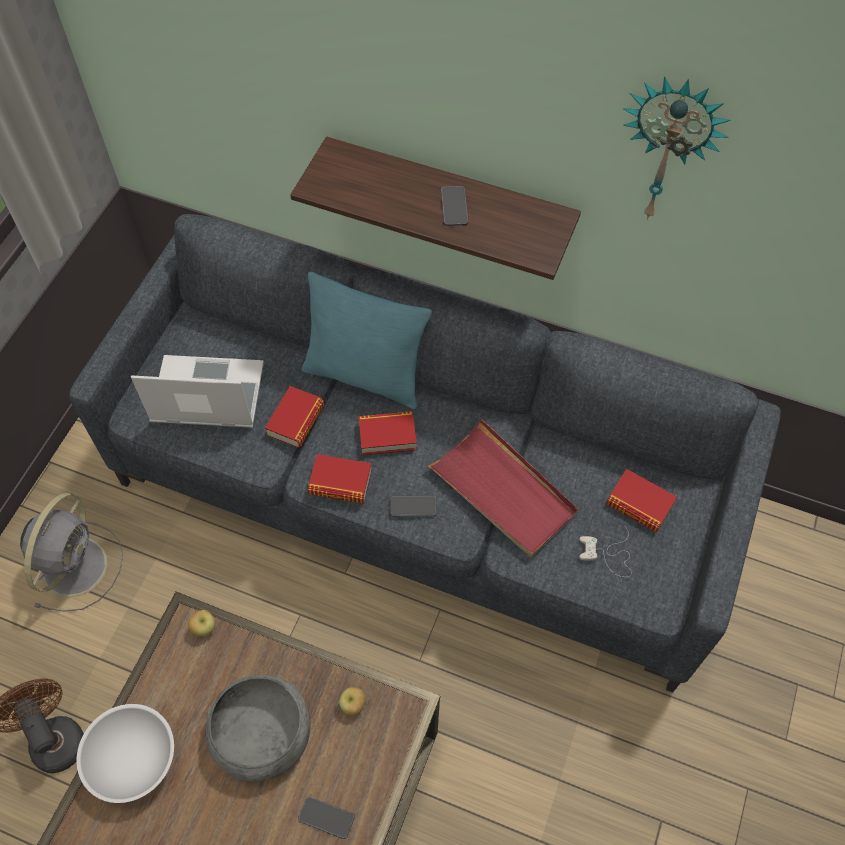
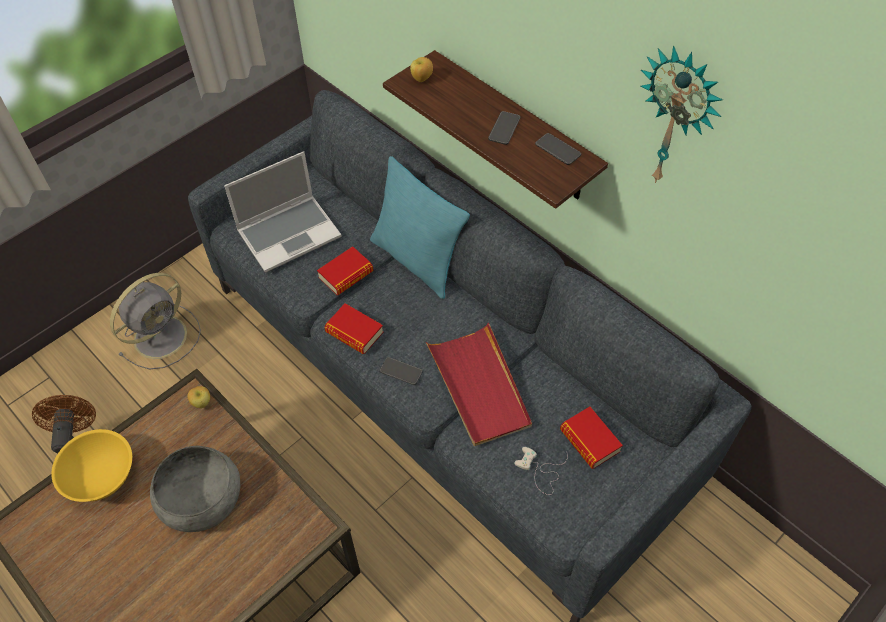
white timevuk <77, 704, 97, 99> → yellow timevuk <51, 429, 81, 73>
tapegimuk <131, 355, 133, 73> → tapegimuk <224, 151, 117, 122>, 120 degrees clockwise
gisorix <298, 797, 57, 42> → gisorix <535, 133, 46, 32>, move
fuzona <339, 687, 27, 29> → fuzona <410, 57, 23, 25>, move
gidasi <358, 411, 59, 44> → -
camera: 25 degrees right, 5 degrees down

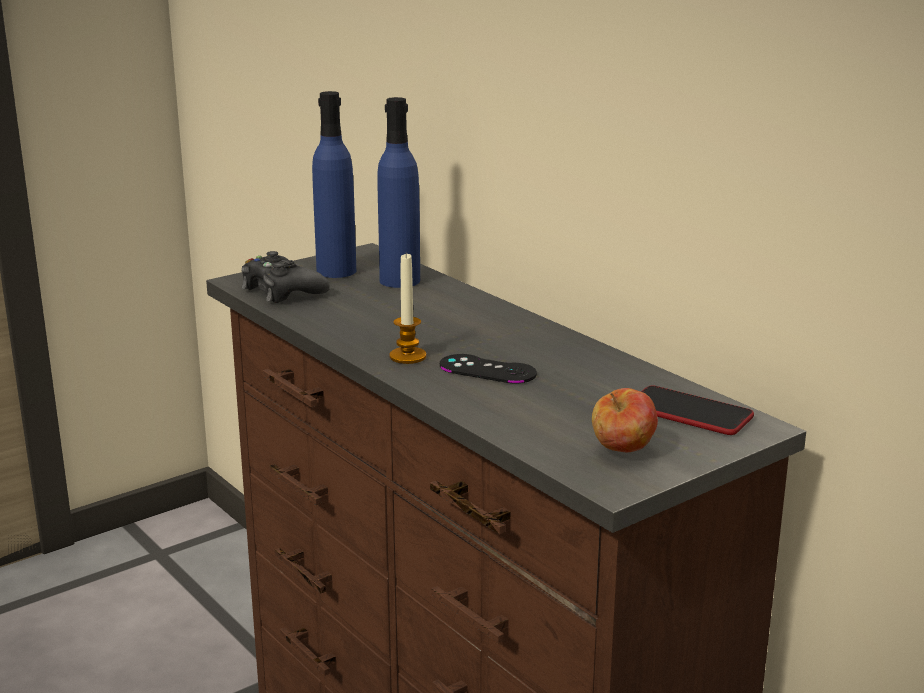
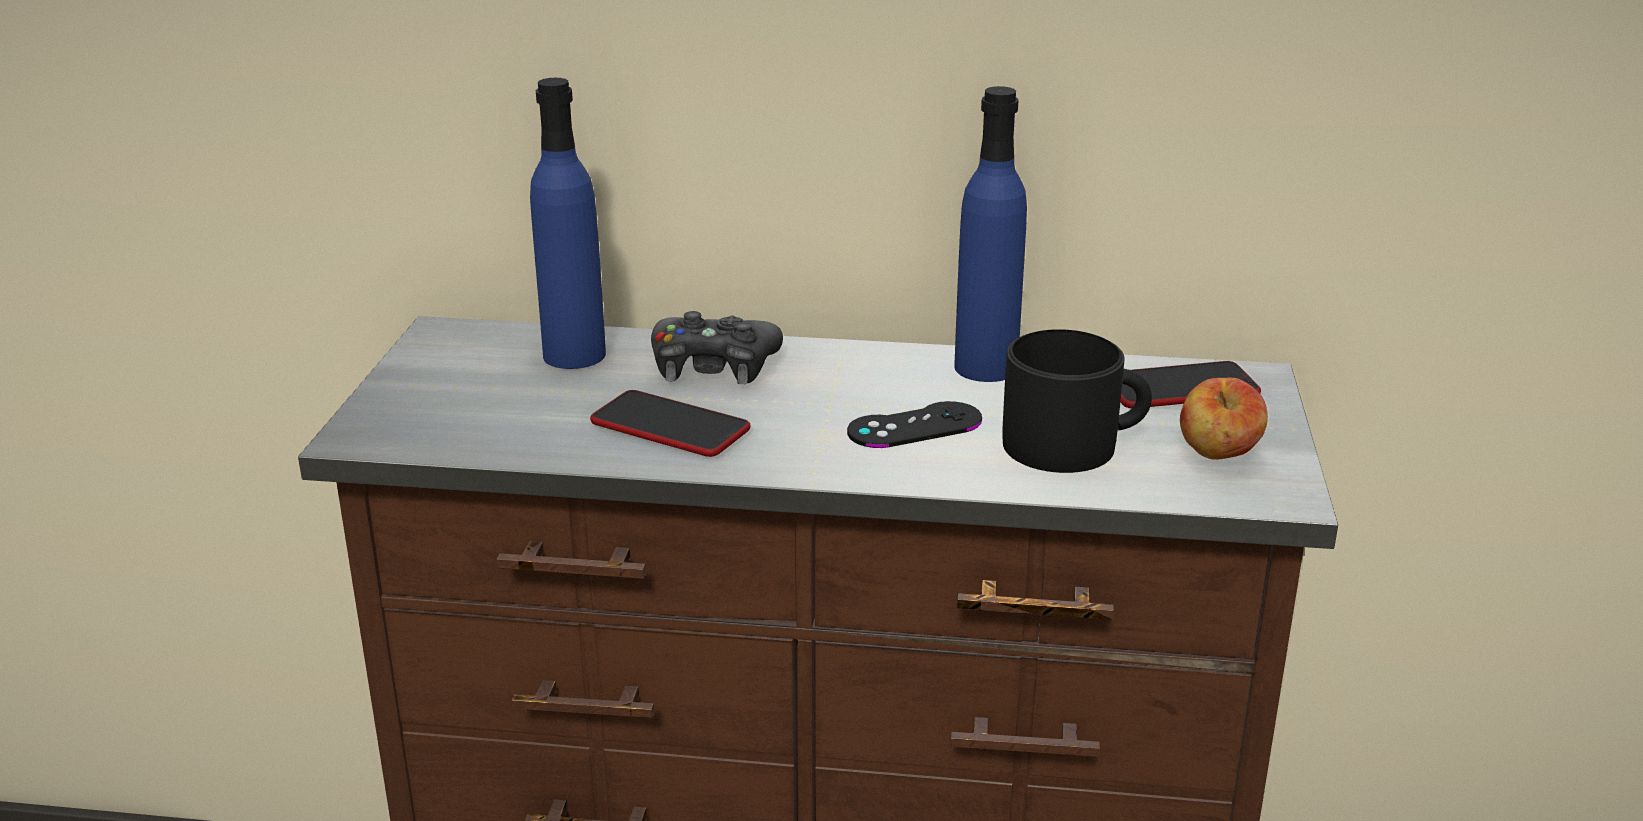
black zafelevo <242, 251, 88, 52> → black zafelevo <651, 311, 132, 73>, move
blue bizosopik <312, 91, 44, 187> → blue bizosopik <954, 86, 73, 296>, move
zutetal <389, 253, 37, 111> → -
- → gisorix <590, 390, 161, 67>
- → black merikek <1002, 329, 150, 144>
camera: 45 degrees left, 5 degrees up

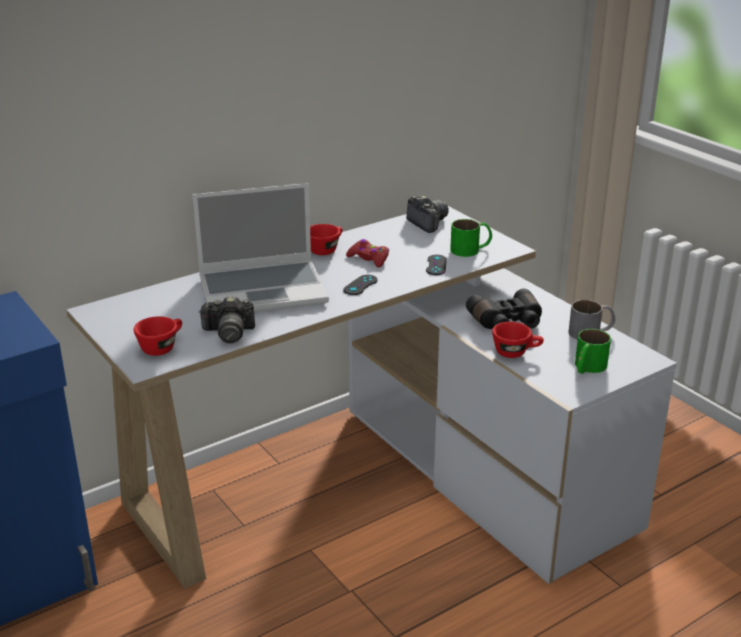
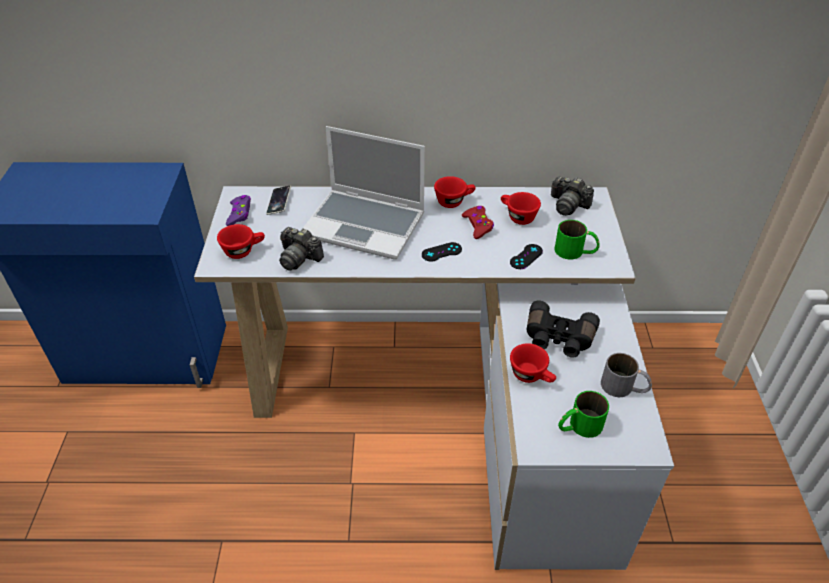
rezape <406, 196, 43, 37> → rezape <551, 176, 43, 40>, 120 degrees clockwise
- → purple zafelevo <226, 195, 25, 31>
- → gisorix <266, 186, 25, 29>
- → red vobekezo <501, 192, 40, 33>
camera: 35 degrees right, 15 degrees up

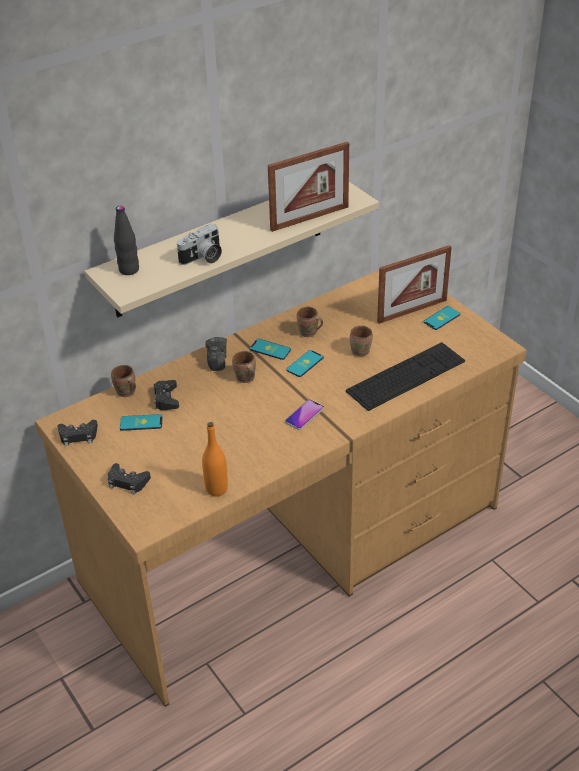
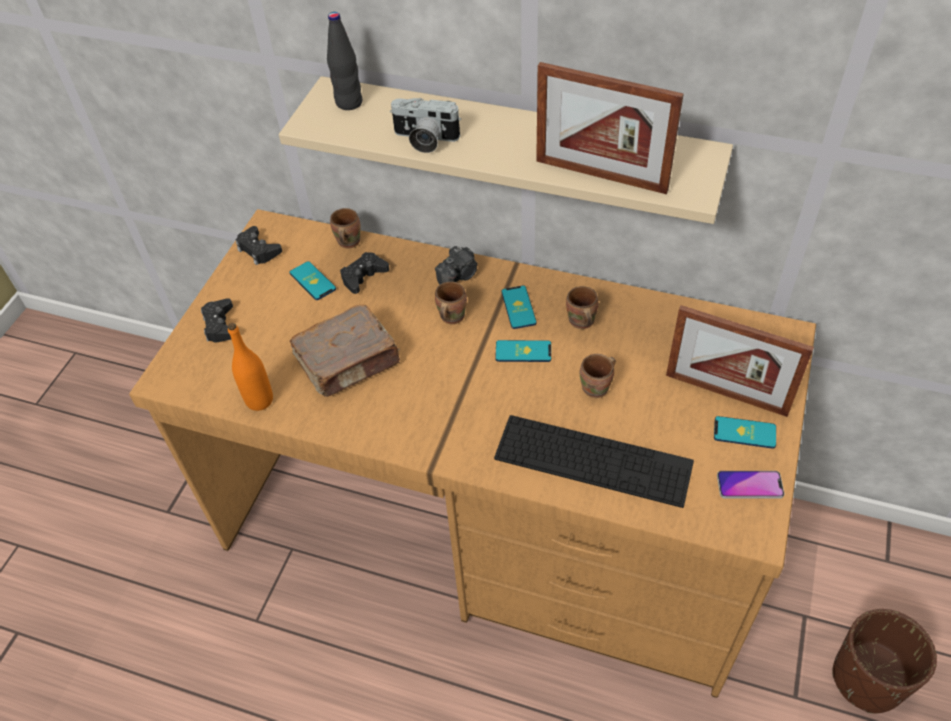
gisorix <285, 399, 39, 31> → gisorix <717, 471, 67, 28>, move
- → brown gidasi <290, 305, 110, 92>
- → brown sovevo <832, 609, 105, 105>
camera: 55 degrees right, 10 degrees up

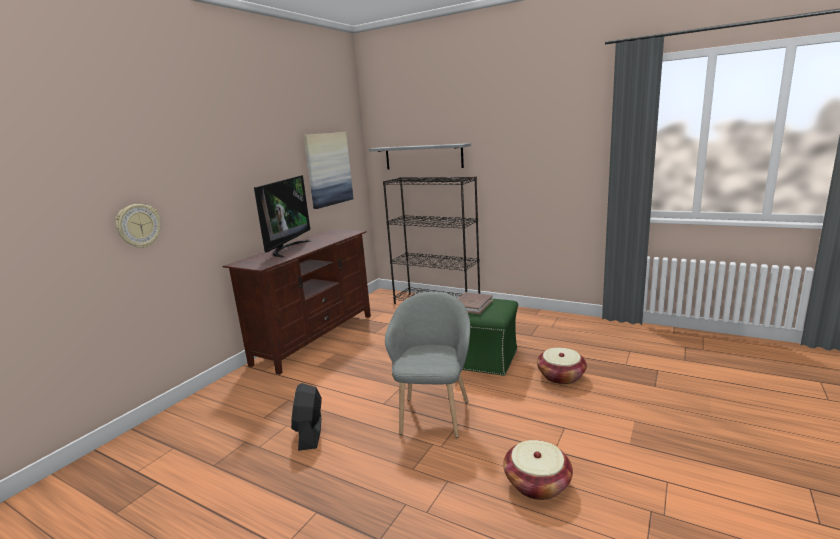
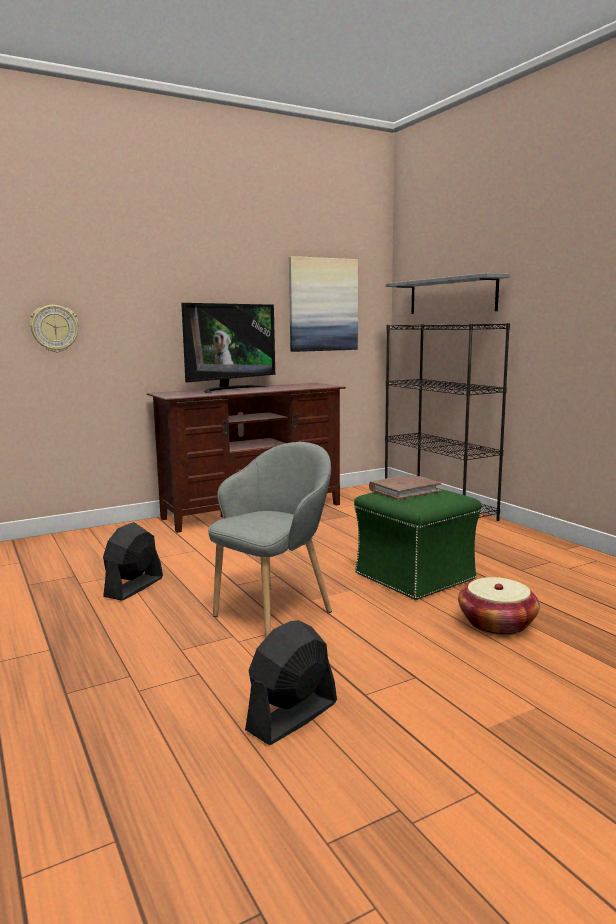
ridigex <503, 440, 70, 60> → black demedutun <245, 620, 92, 125>
camera: 30 degrees right, 5 degrees down

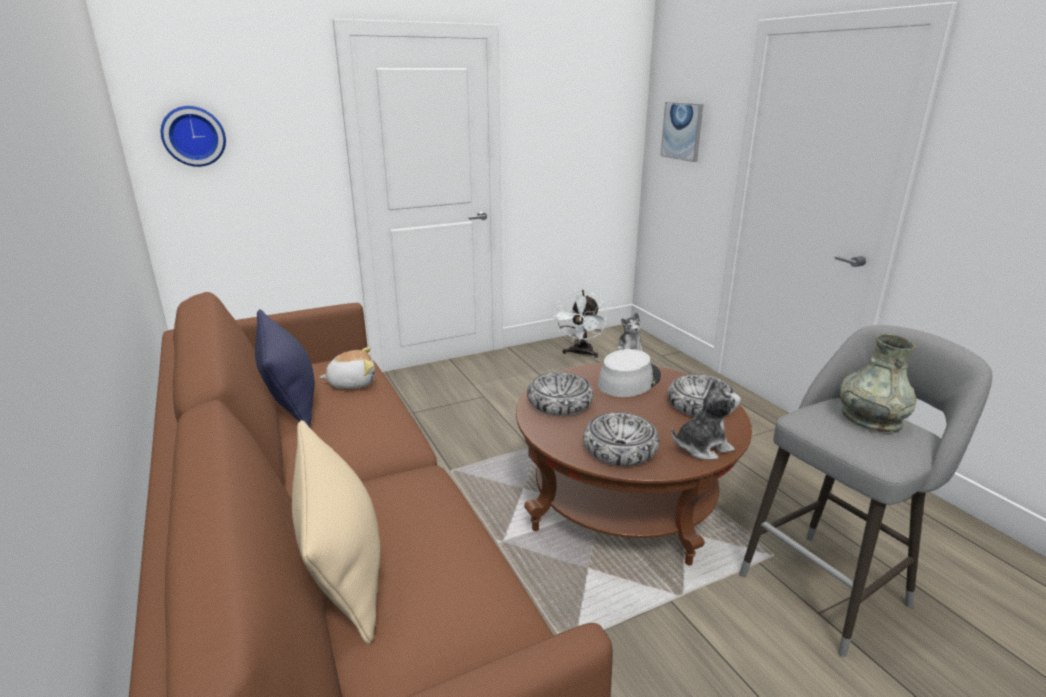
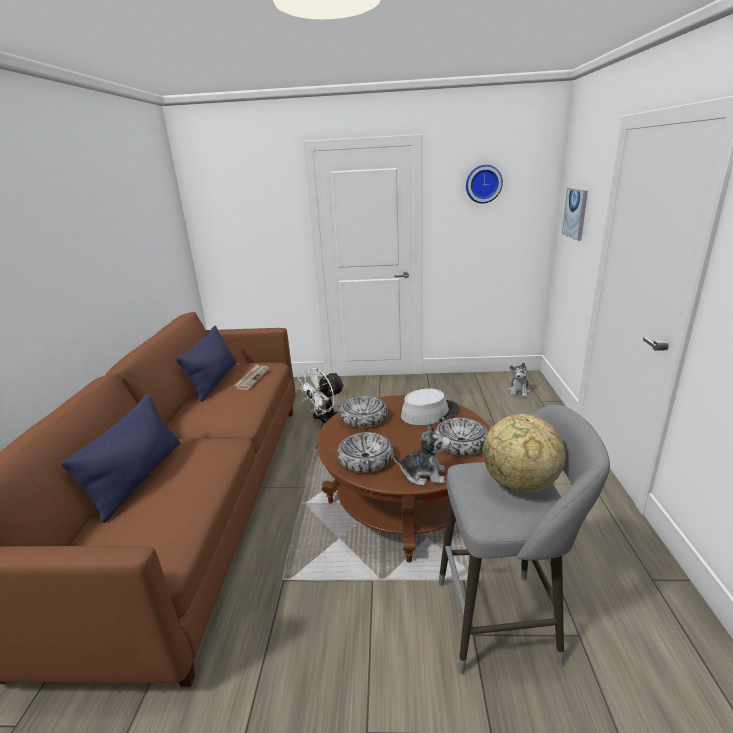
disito <161, 106, 65, 61> → disito <466, 165, 37, 39>, move
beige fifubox <292, 420, 88, 224> → blue fifubox <60, 393, 120, 130>
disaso <319, 347, 56, 42> → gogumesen <234, 364, 35, 26>
white demedutun <553, 290, 54, 68> → white demedutun <297, 368, 48, 57>, move
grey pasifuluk <839, 334, 78, 98> → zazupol <483, 414, 83, 79>
camera: 30 degrees right, 0 degrees up

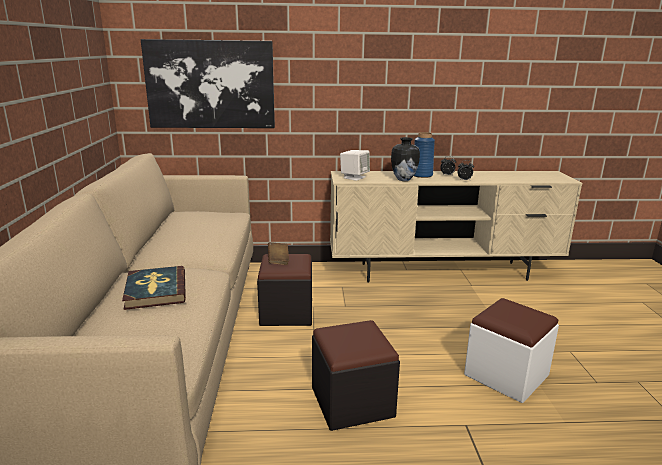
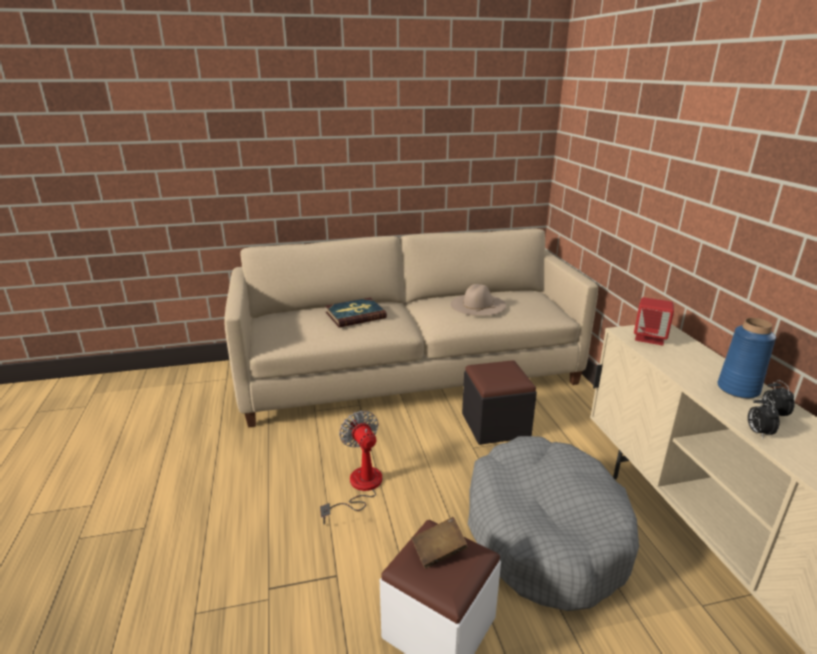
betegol <141, 39, 134, 89> → -
brown gidasi <268, 242, 21, 23> → brown gidasi <411, 517, 57, 52>, move
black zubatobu <312, 320, 88, 111> → demedutun <320, 411, 62, 113>
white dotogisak <340, 150, 30, 31> → red dotogisak <634, 297, 40, 49>
pasifuluk <391, 137, 29, 44> → -
- → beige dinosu <451, 284, 55, 32>
- → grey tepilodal <468, 436, 171, 175>
camera: 80 degrees right, 5 degrees up

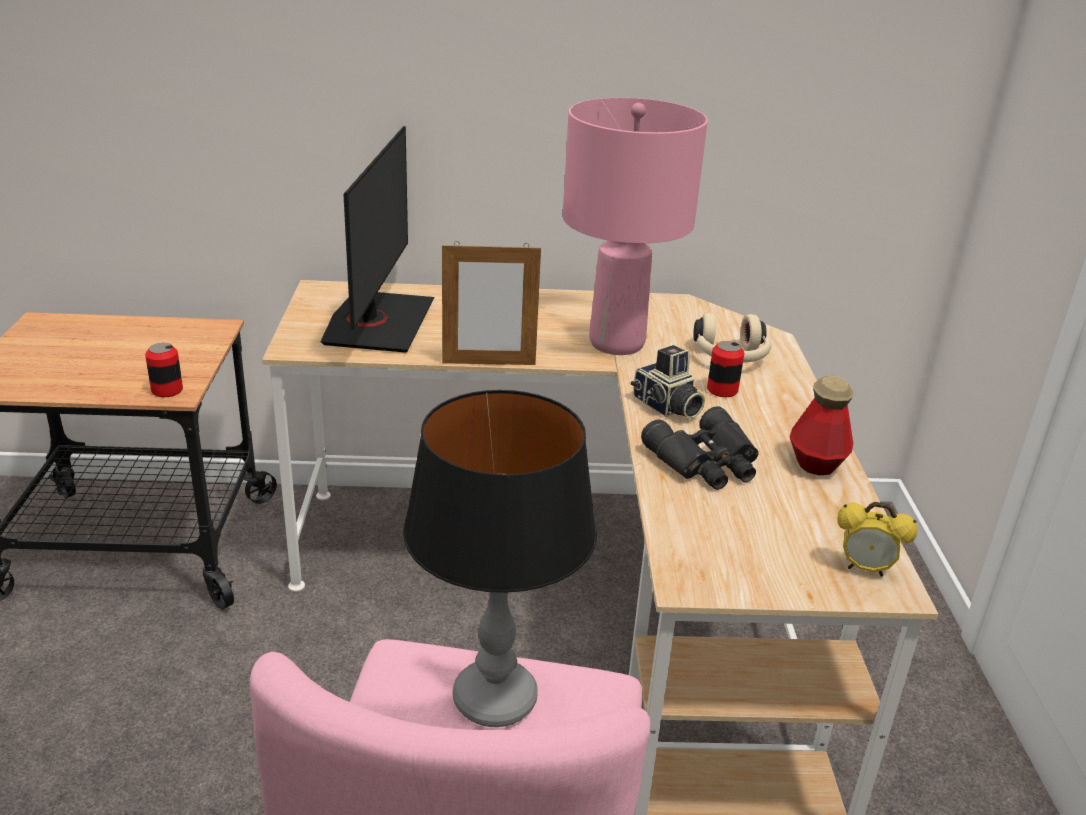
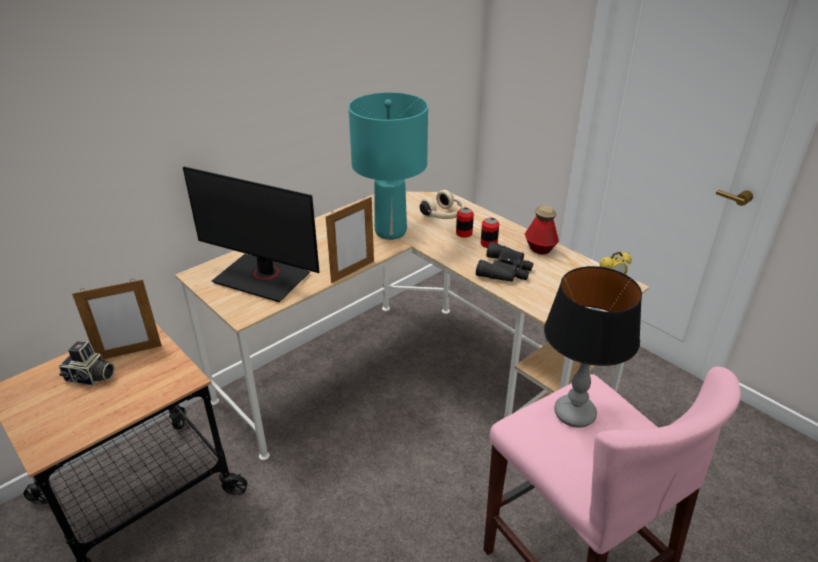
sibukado <145, 343, 38, 54> → sibukado <481, 218, 18, 30>, move
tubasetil <320, 126, 114, 227> → tubasetil <183, 166, 136, 136>, 150 degrees clockwise
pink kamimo <563, 98, 145, 257> → turquoise kamimo <349, 92, 79, 148>
rezape <631, 345, 74, 74> → rezape <59, 341, 56, 45>, move
- → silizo <72, 279, 90, 80>
camera: 40 degrees left, 5 degrees up

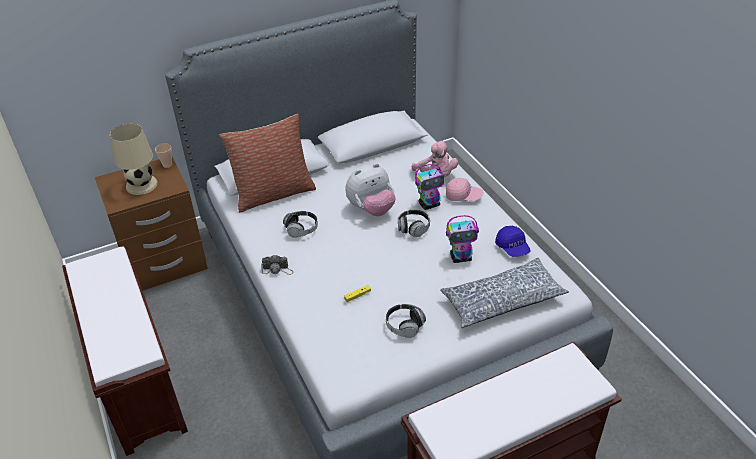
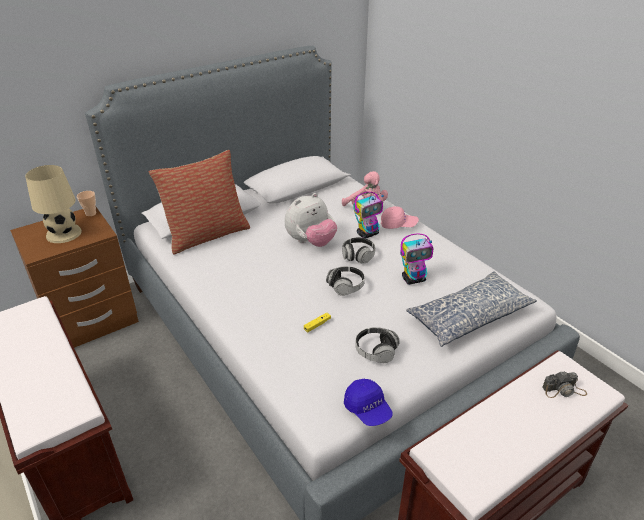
rezape <261, 255, 32, 20> → rezape <542, 371, 45, 27>, move
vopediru <283, 211, 35, 27> → vopediru <326, 266, 39, 30>, move
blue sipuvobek <495, 226, 36, 31> → blue sipuvobek <344, 379, 49, 47>, move
camera: 10 degrees left, 5 degrees down

